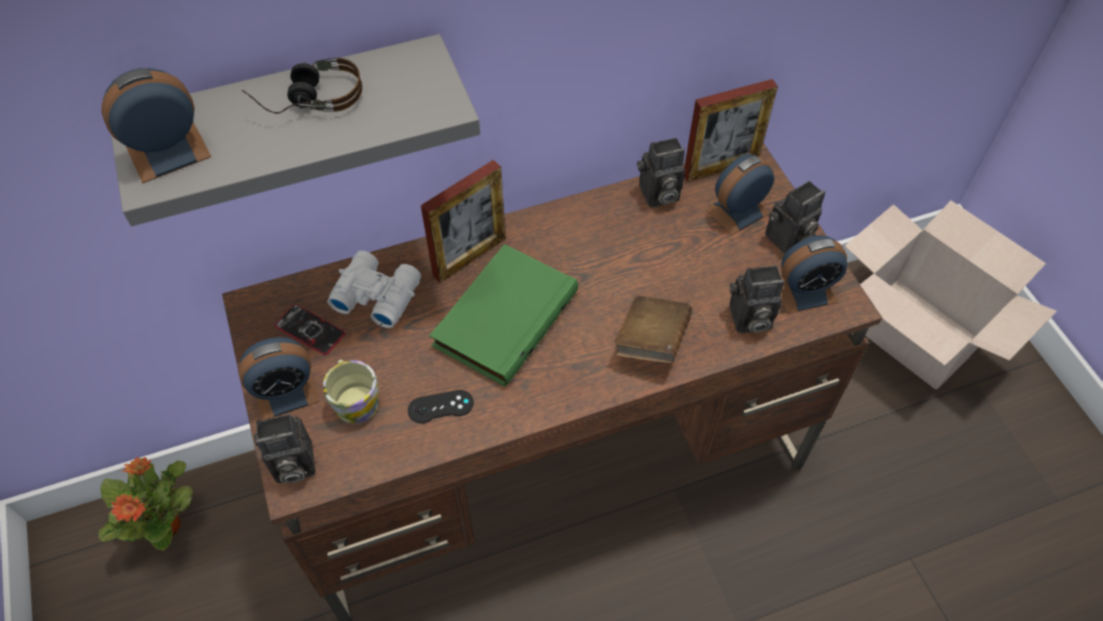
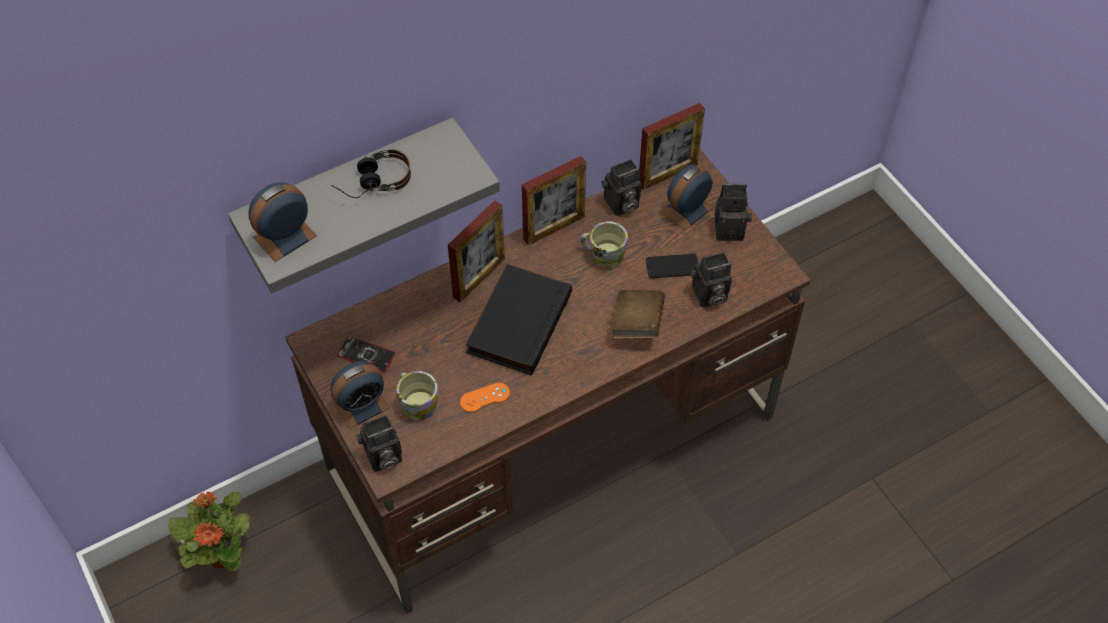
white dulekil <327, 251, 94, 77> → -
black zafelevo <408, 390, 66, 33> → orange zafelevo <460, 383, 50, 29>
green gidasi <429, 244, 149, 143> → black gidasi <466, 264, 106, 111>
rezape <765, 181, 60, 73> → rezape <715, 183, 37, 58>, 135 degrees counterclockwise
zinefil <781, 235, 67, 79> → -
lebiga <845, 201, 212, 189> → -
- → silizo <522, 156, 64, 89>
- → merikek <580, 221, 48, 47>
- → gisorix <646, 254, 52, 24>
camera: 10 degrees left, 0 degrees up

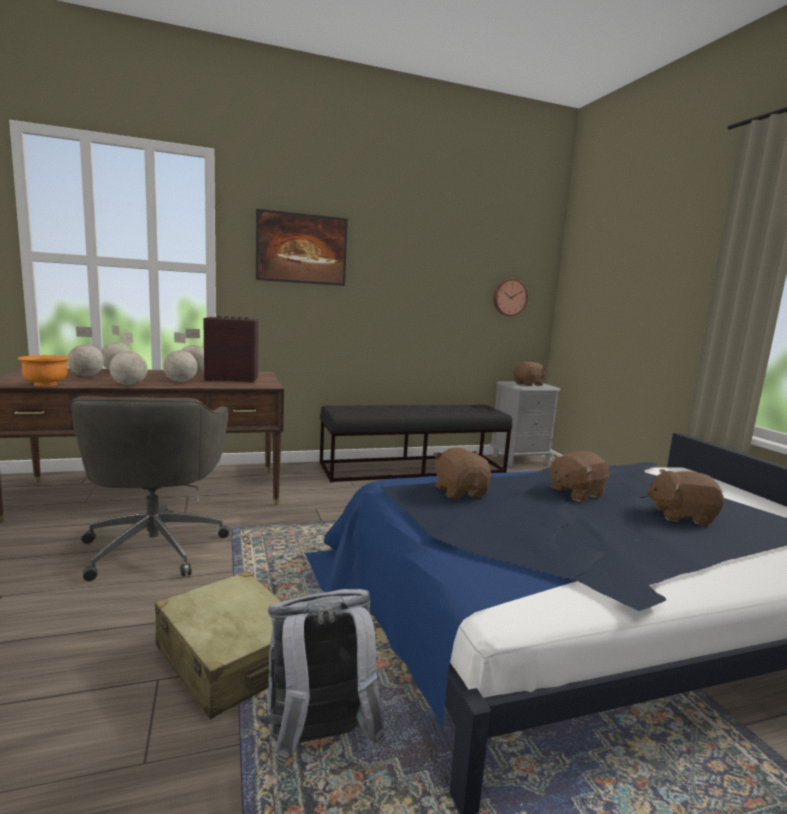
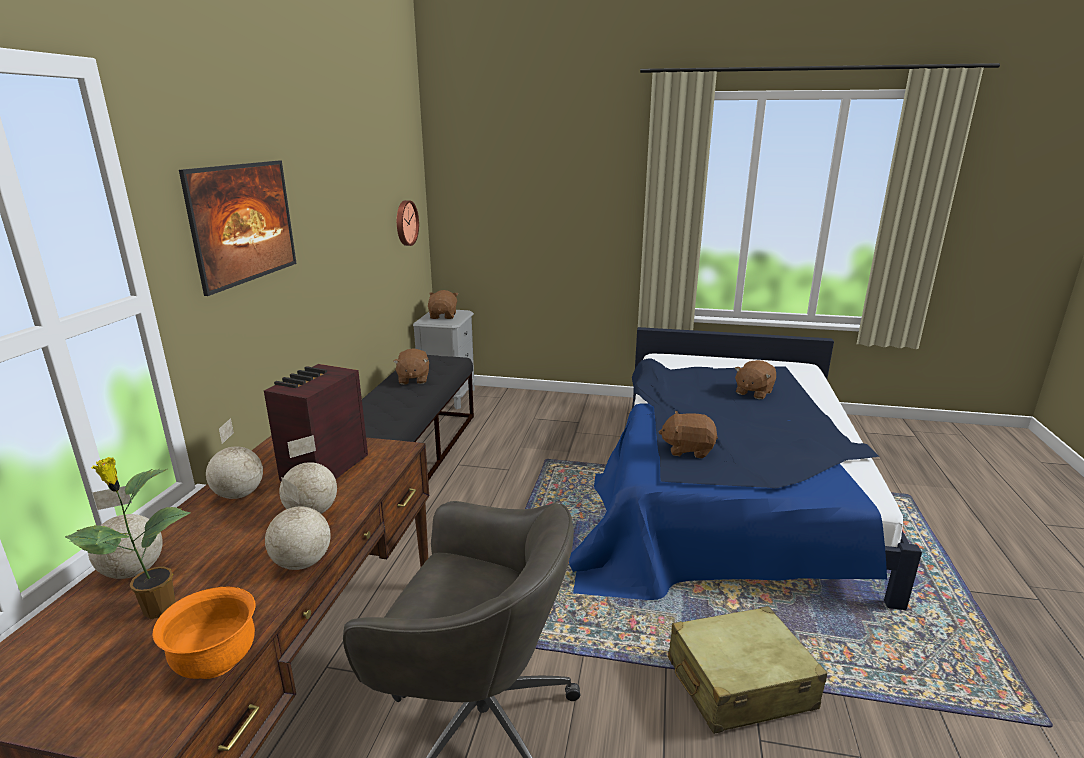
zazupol <67, 326, 37, 51> → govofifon <65, 457, 126, 162>
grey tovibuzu <260, 589, 126, 178> → -
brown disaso <550, 451, 60, 51> → brown disaso <393, 348, 36, 37>, move
camera: 60 degrees left, 10 degrees up

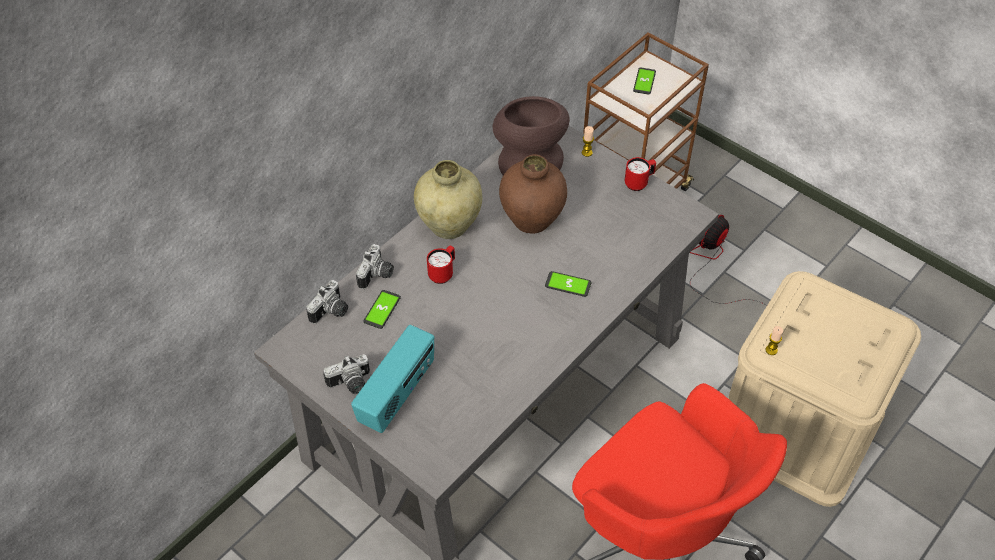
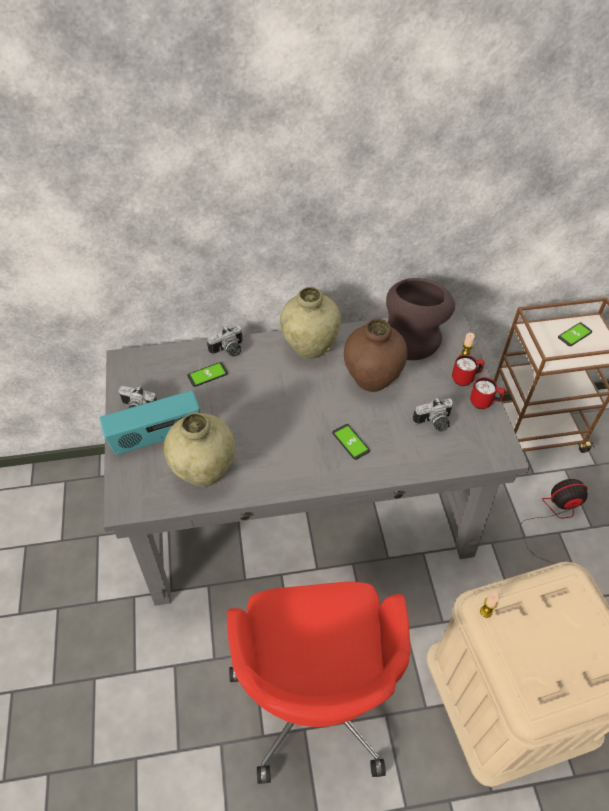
rezape <307, 280, 41, 44> → rezape <413, 397, 40, 34>, move
red merikek <427, 245, 28, 39> → red merikek <452, 355, 33, 31>, move
- → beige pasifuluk <164, 412, 71, 75>
camera: 40 degrees right, 0 degrees up

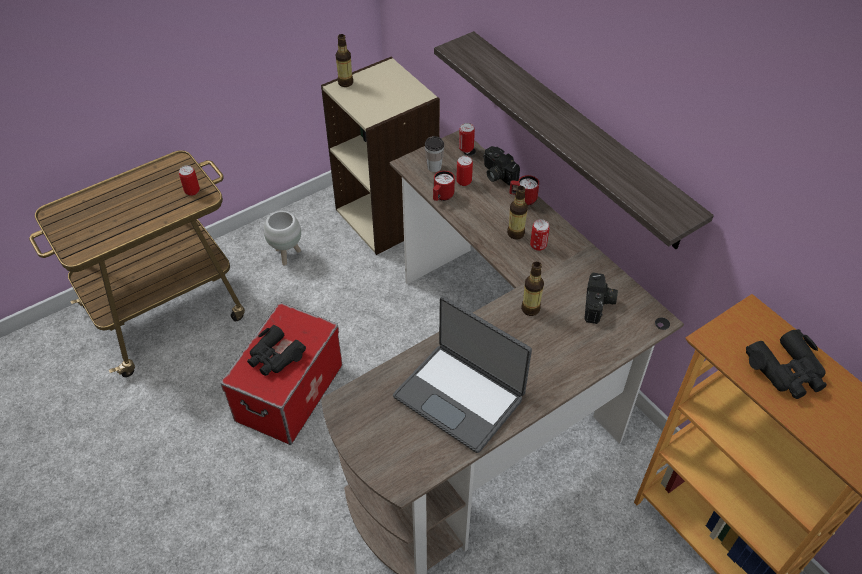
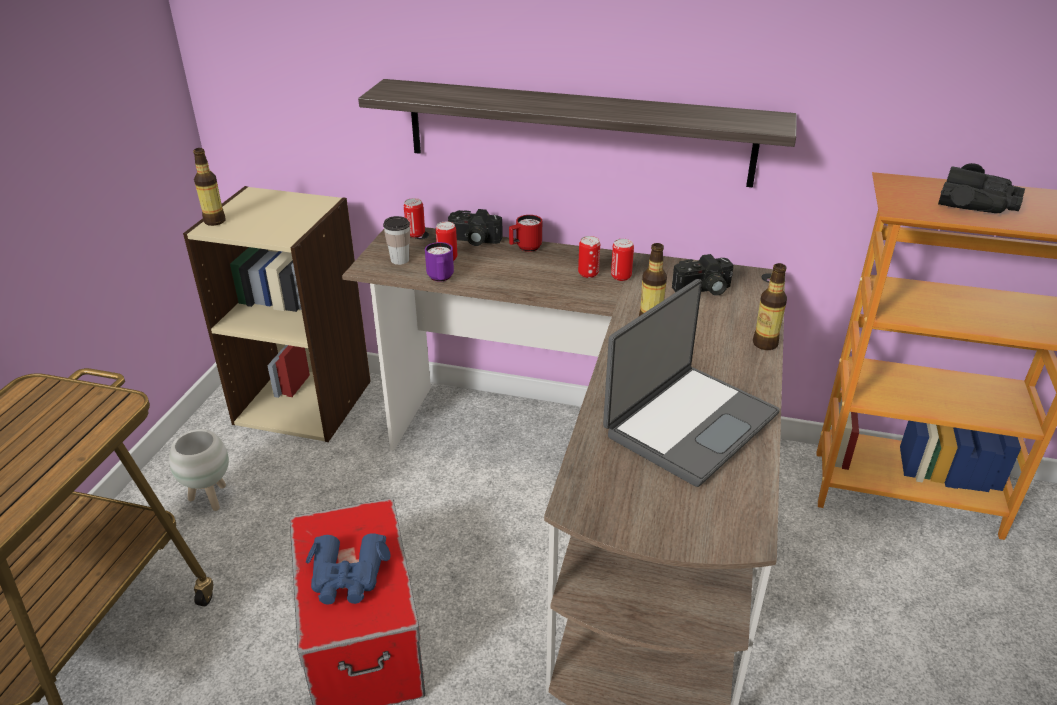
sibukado <179, 165, 21, 31> → sibukado <611, 239, 23, 42>, move
black dulekil <247, 325, 59, 51> → blue dulekil <306, 533, 85, 72>
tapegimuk <393, 296, 139, 157> → tapegimuk <603, 279, 177, 208>, 45 degrees counterclockwise
red merikek <433, 171, 22, 30> → purple merikek <425, 242, 29, 40>
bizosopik <507, 186, 21, 54> → bizosopik <753, 263, 34, 87>, move
rezape <584, 273, 34, 51> → rezape <672, 254, 62, 42>, 105 degrees clockwise
camera: 40 degrees left, 15 degrees down

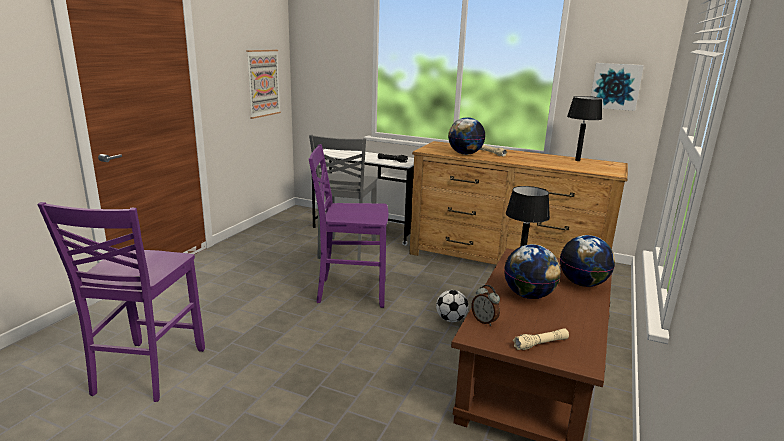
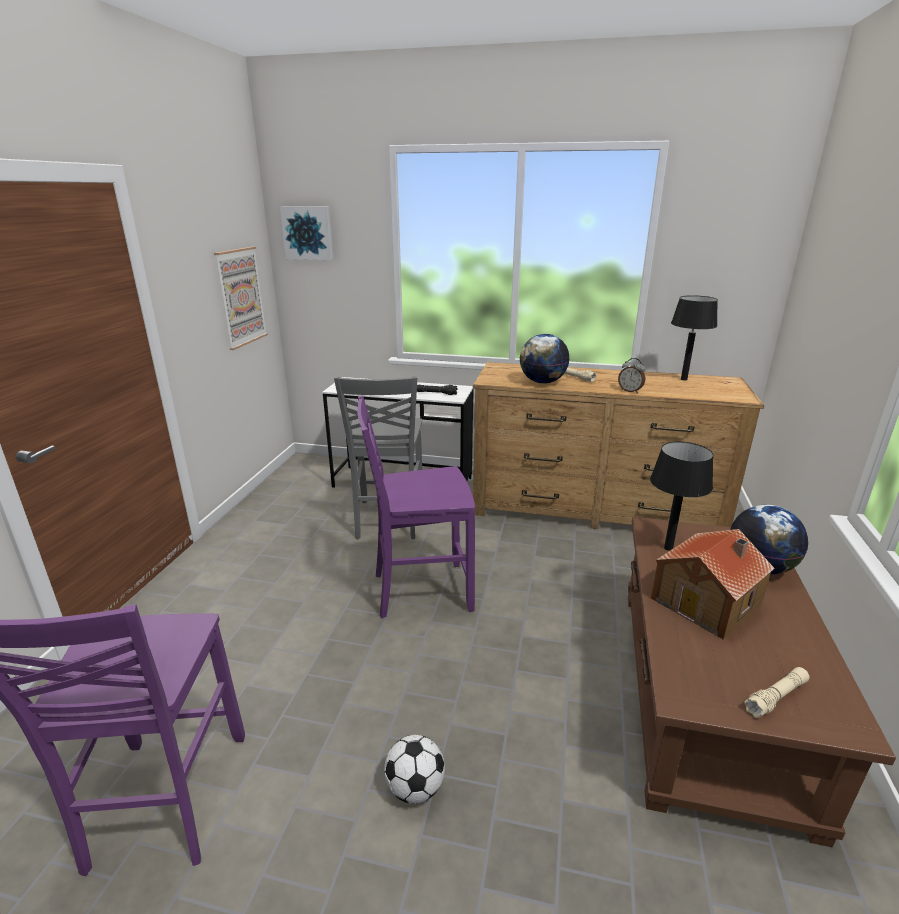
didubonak <436, 290, 32, 32> → didubonak <384, 735, 61, 69>, move
zinefil <472, 285, 28, 41> → zinefil <618, 358, 27, 35>, move
zazupol <504, 244, 57, 55> → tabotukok <651, 529, 124, 110>
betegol <591, 63, 53, 48> → betegol <280, 206, 54, 54>, move
camera: 10 degrees left, 5 degrees up

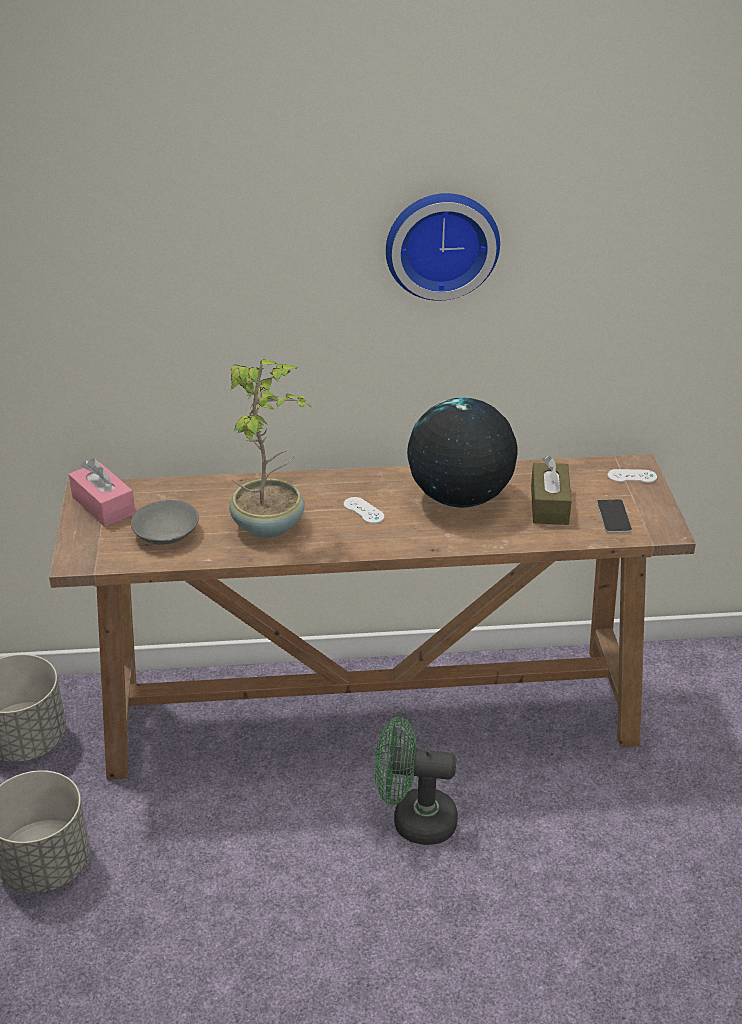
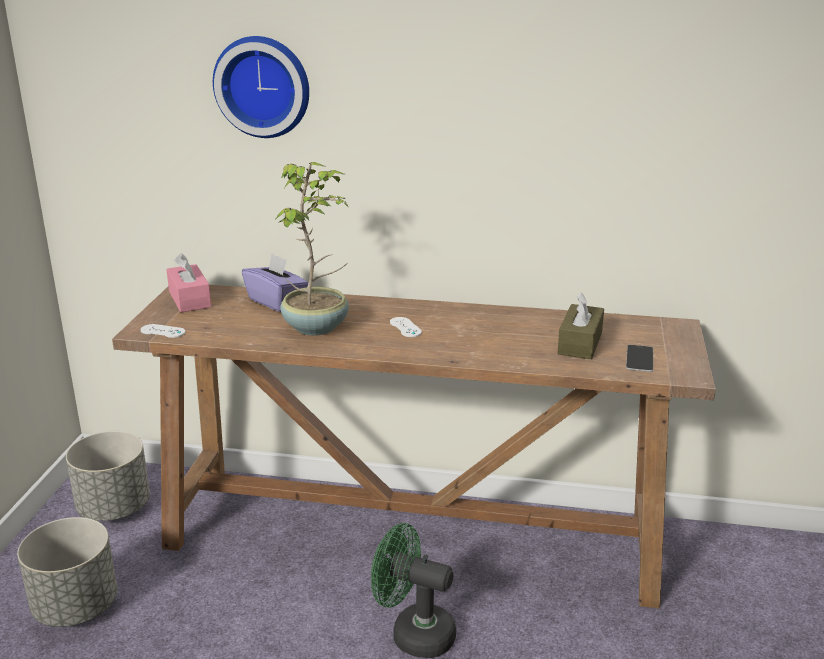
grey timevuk <131, 500, 68, 45> → -
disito <386, 193, 114, 108> → disito <213, 36, 96, 102>, move
zazupol <407, 397, 111, 111> → -
white zafelevo <608, 469, 49, 14> → white zafelevo <140, 324, 45, 14>, move
- → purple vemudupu <242, 253, 66, 59>
camera: 15 degrees right, 10 degrees down

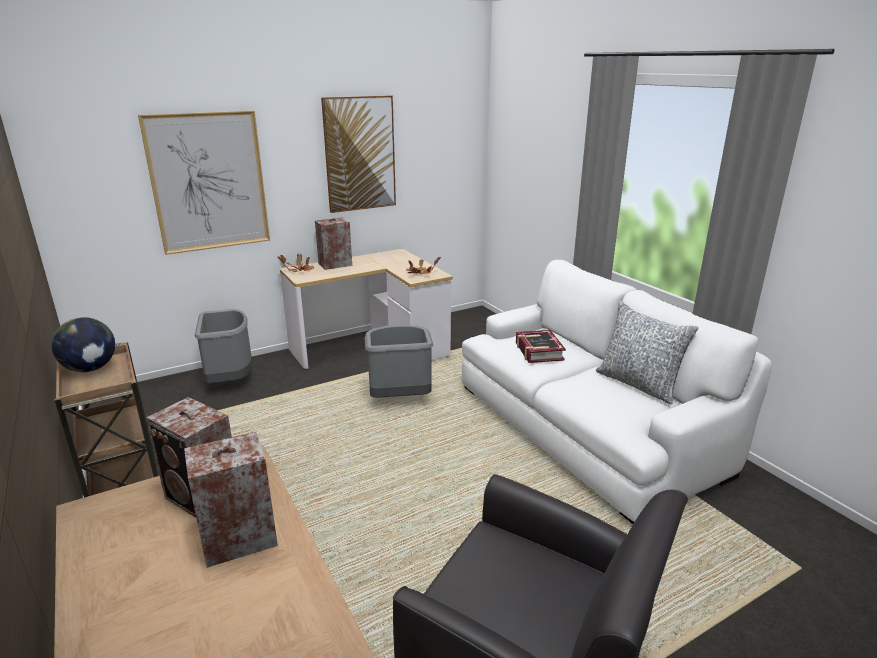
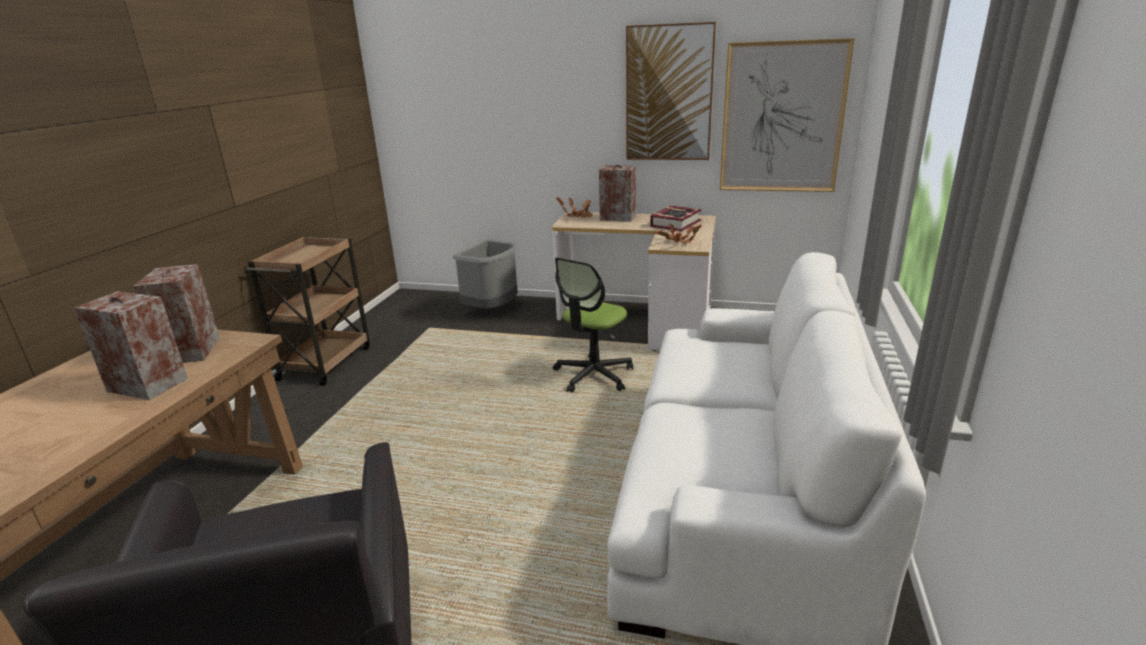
zazupol <51, 317, 64, 55> → -
betegol <138, 111, 132, 144> → betegol <720, 38, 135, 154>, move
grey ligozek <365, 325, 69, 73> → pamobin <553, 257, 80, 136>
gidasi <516, 330, 50, 33> → gidasi <650, 206, 52, 25>, move
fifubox <596, 301, 102, 104> → -
camera: 45 degrees right, 0 degrees up

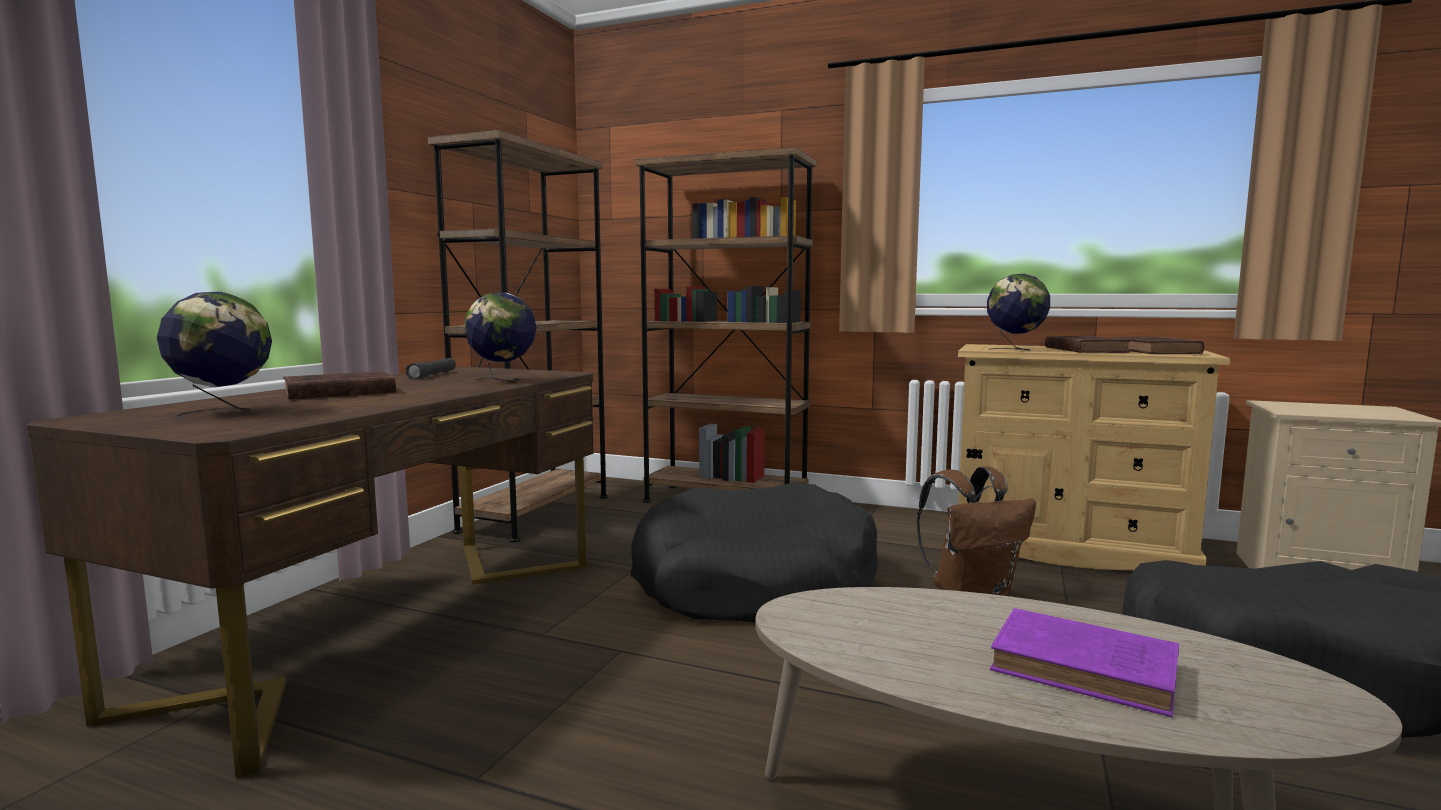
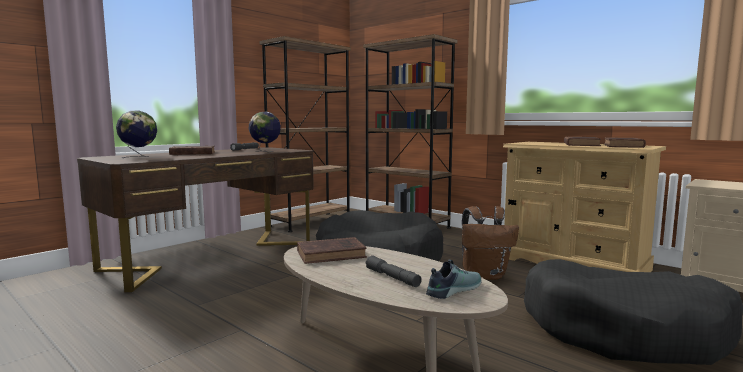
zazupol <987, 274, 63, 77> → -
purple gidasi <990, 608, 189, 109> → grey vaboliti <366, 255, 56, 32>
- → brown gidasi <297, 237, 70, 27>
- → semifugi <426, 259, 56, 40>
camera: 20 degrees right, 0 degrees up

